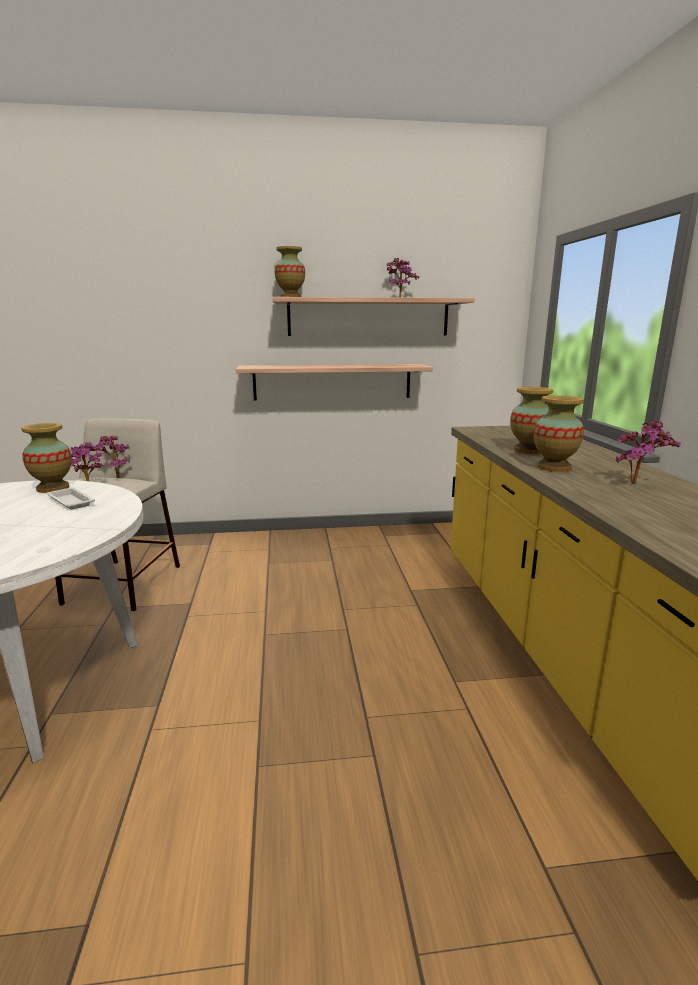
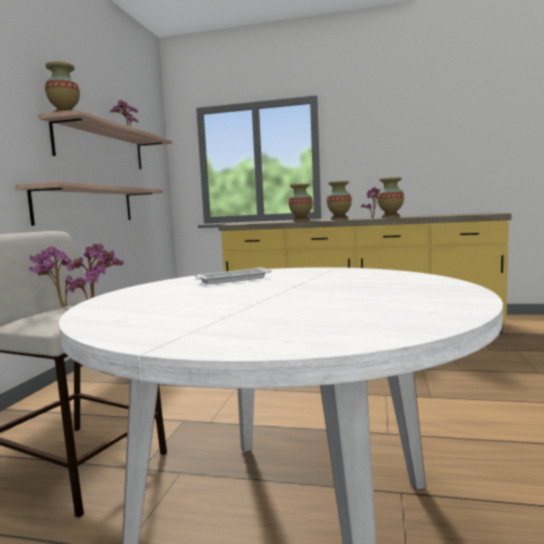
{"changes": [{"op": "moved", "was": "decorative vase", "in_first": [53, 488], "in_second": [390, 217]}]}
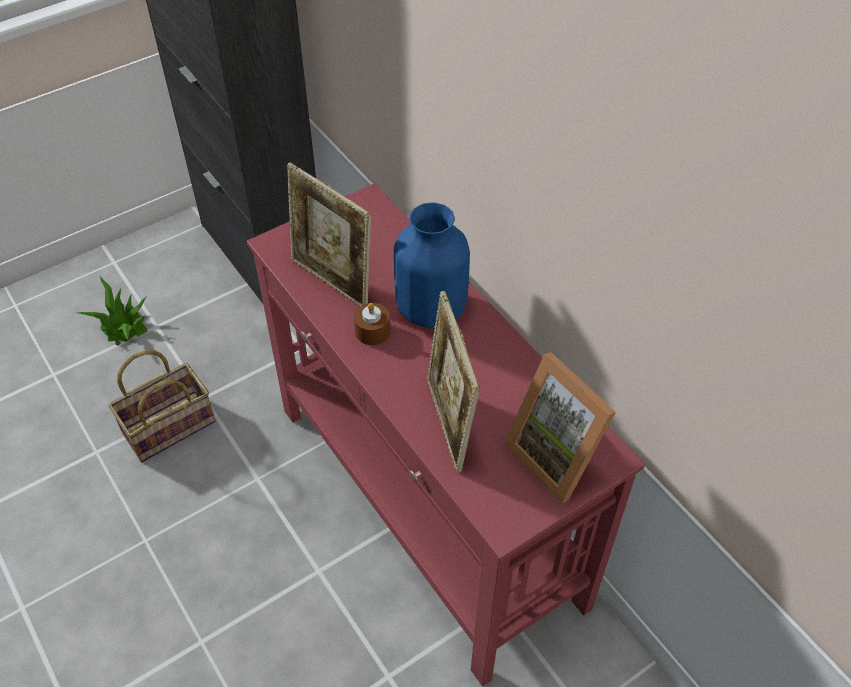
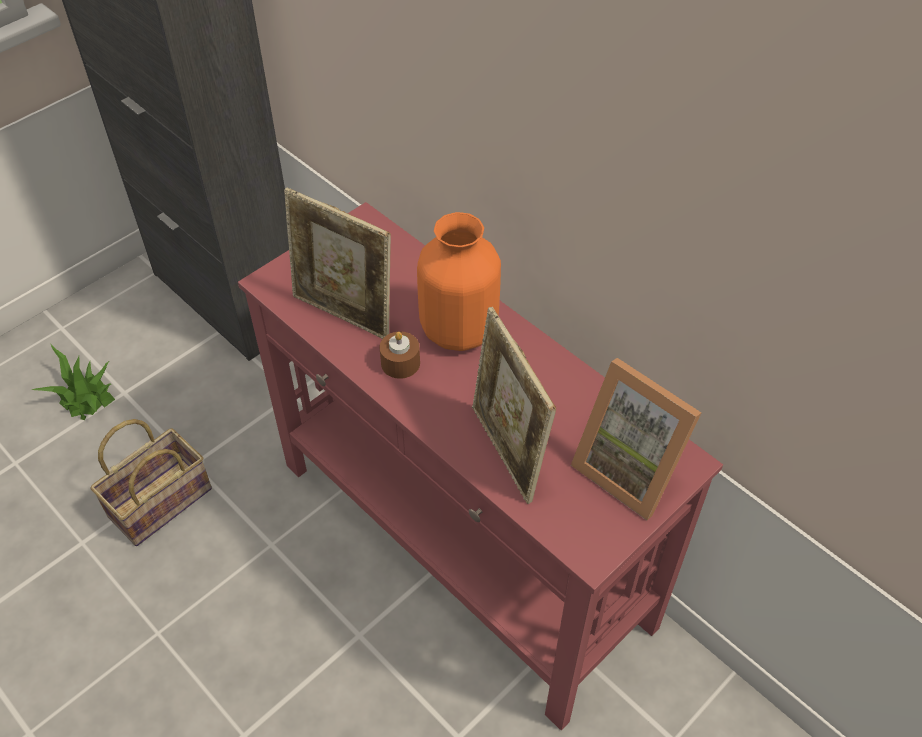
{"changes": [{"op": "recoloured", "was": "blue decorative vase", "now": "orangey decorative vase", "in_first": [431, 308], "in_second": [458, 329]}]}
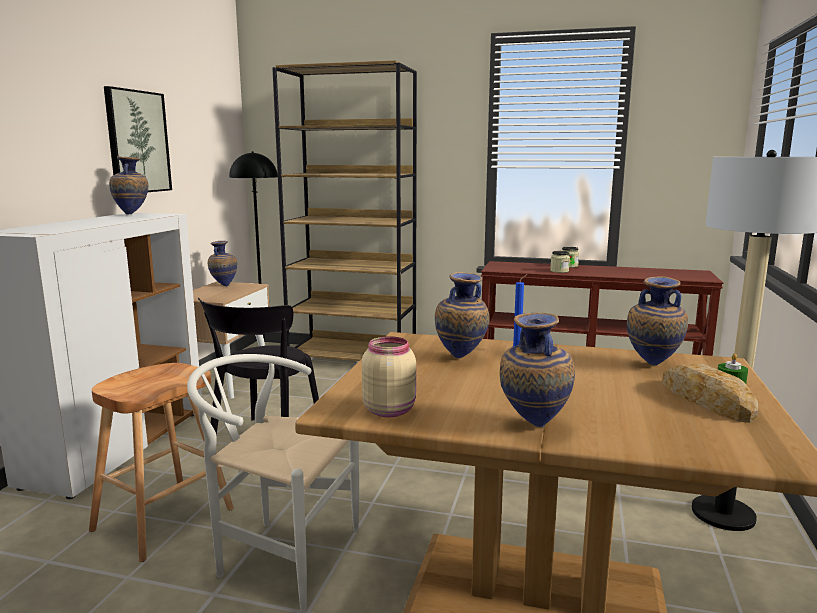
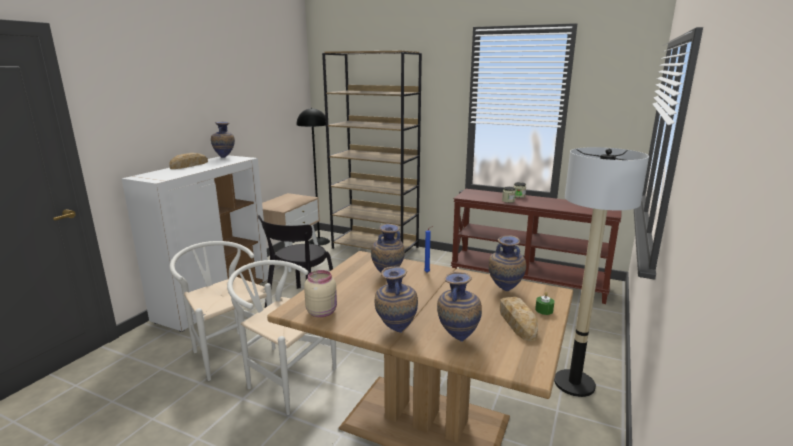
{"changes": [{"op": "added", "now": "baked bread", "in_second": [189, 165]}, {"op": "replaced", "was": "brown stool seat", "now": "whitish chair", "in_first": [163, 520], "in_second": [227, 350]}, {"op": "moved", "was": "decorative vase", "in_first": [223, 286], "in_second": [457, 339]}, {"op": "removed", "was": "wall art", "in_first": [137, 142]}]}
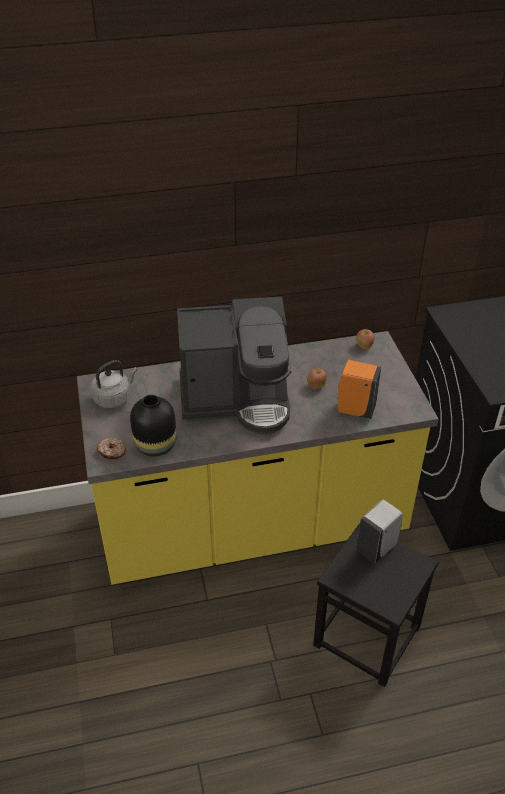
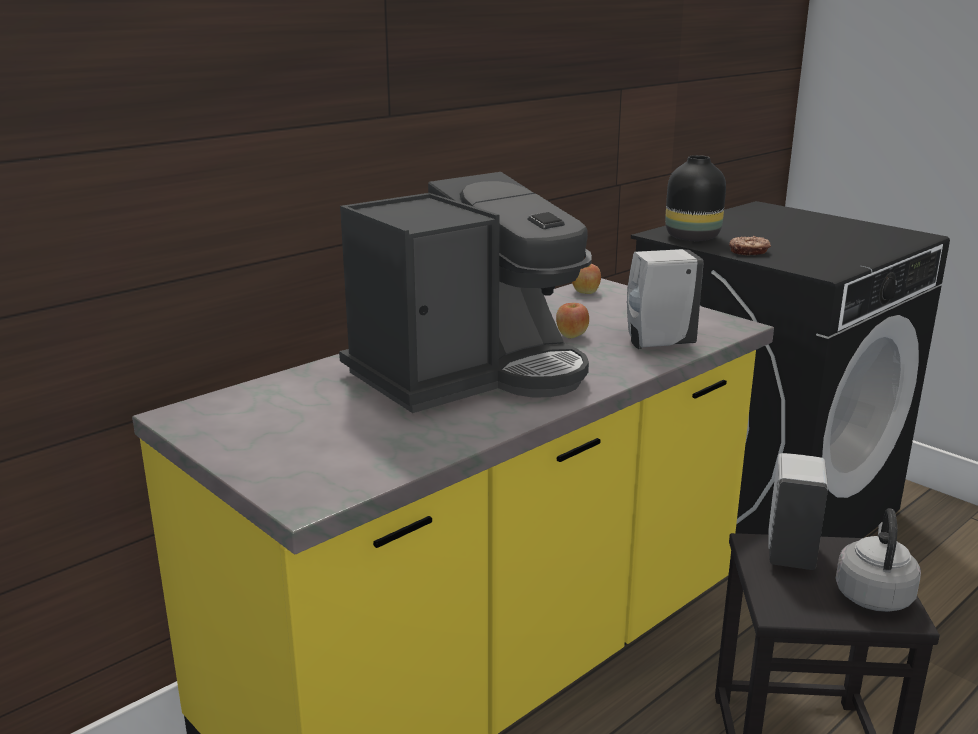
{"changes": [{"op": "recoloured", "was": "orangey liquid soap bottle", "now": "whitish liquid soap bottle", "in_first": [354, 410], "in_second": [657, 344]}, {"op": "moved", "was": "black decorative vase", "in_first": [156, 446], "in_second": [694, 237]}, {"op": "moved", "was": "donut", "in_first": [112, 452], "in_second": [749, 252]}, {"op": "moved", "was": "gray tea kettle", "in_first": [114, 398], "in_second": [873, 594]}]}
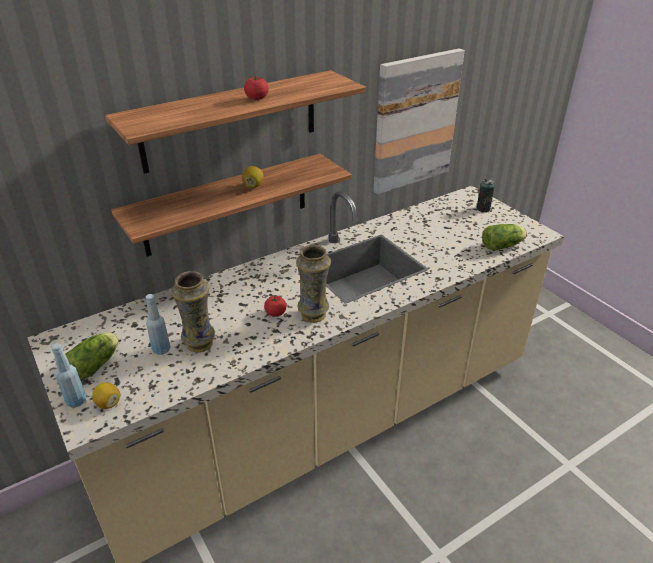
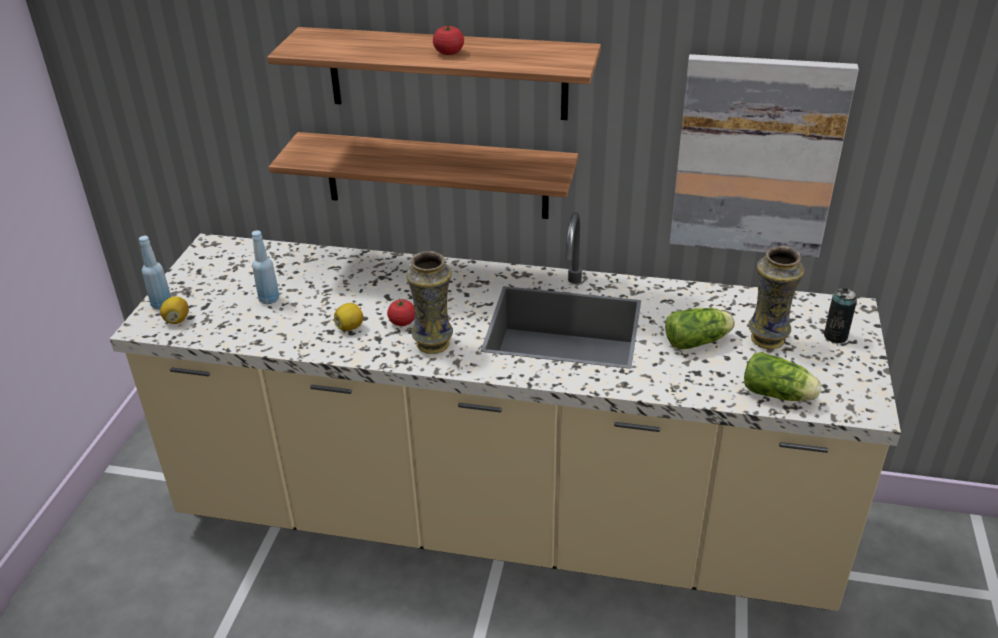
{"changes": [{"op": "moved", "was": "citrus fruit", "in_first": [253, 186], "in_second": [350, 327]}, {"op": "moved", "was": "head of lettuce", "in_first": [97, 364], "in_second": [699, 341]}, {"op": "moved", "was": "decorative vase", "in_first": [199, 344], "in_second": [767, 340]}]}
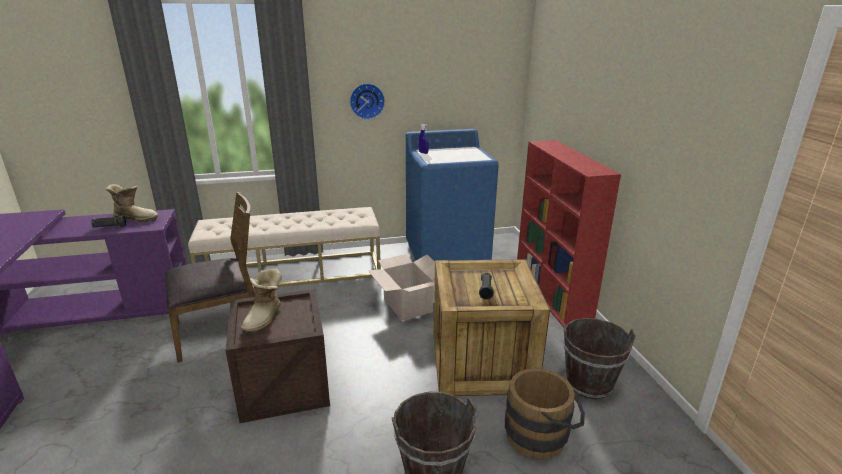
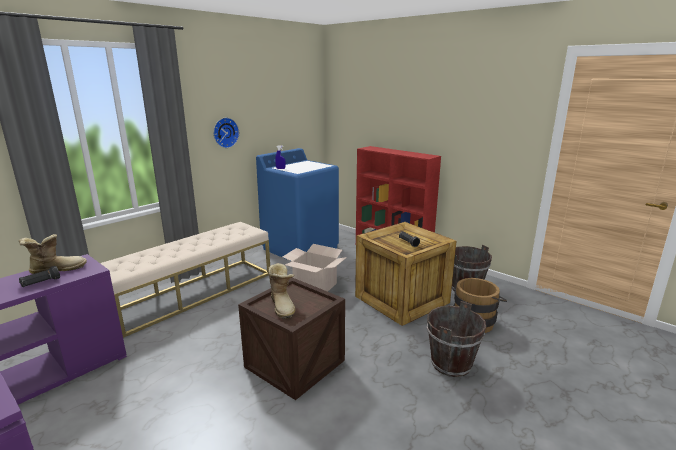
{"changes": [{"op": "removed", "was": "brown chair", "in_first": [221, 330]}]}
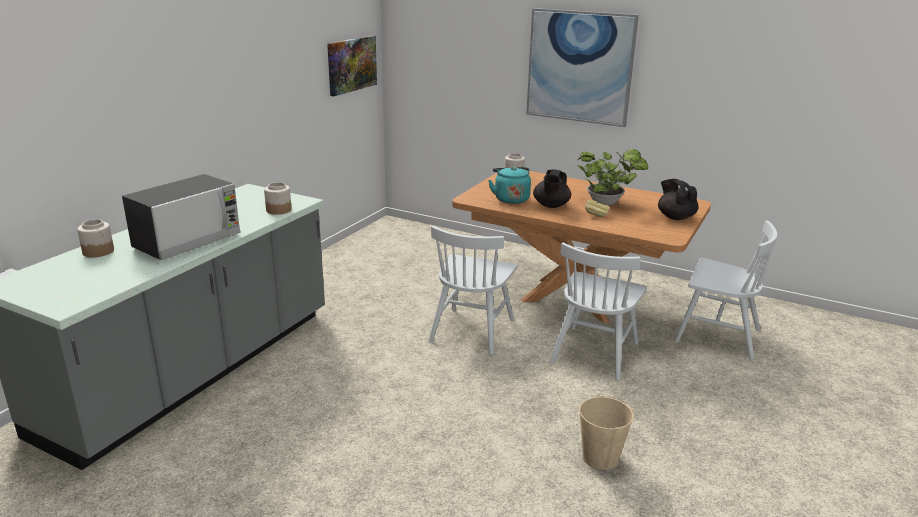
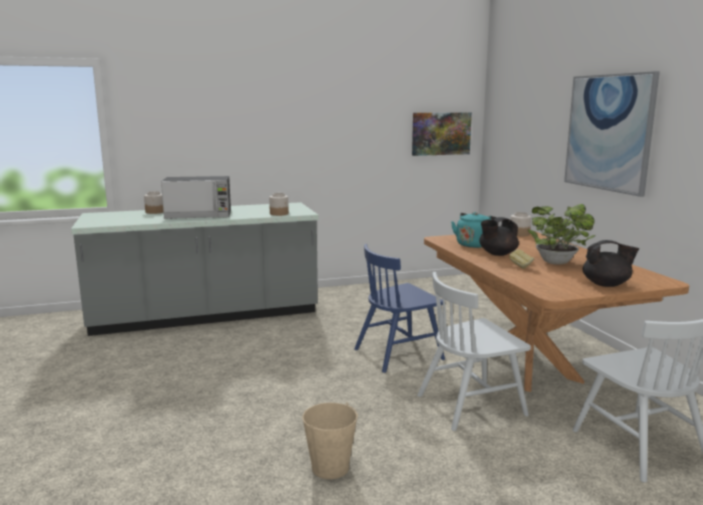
{"changes": [{"op": "recoloured", "was": "whitish chair", "now": "blue chair", "in_first": [471, 330], "in_second": [398, 354]}, {"op": "turned", "was": "black pot for tea", "in_first": [675, 217], "in_second": [606, 284], "clockwise": 75}]}
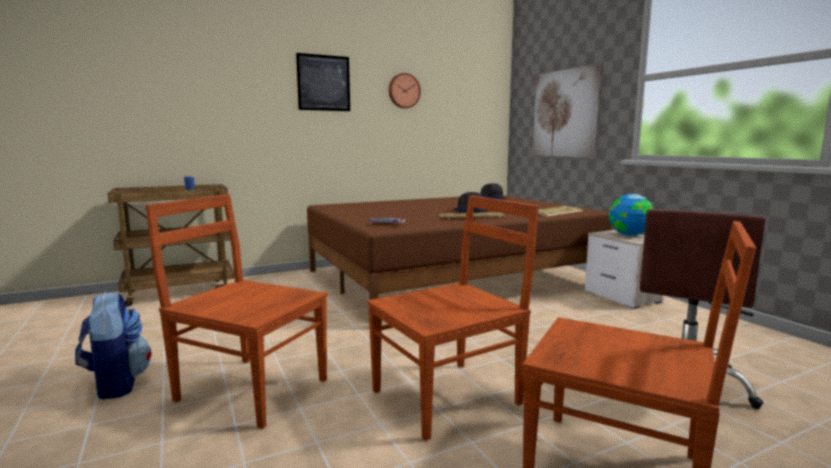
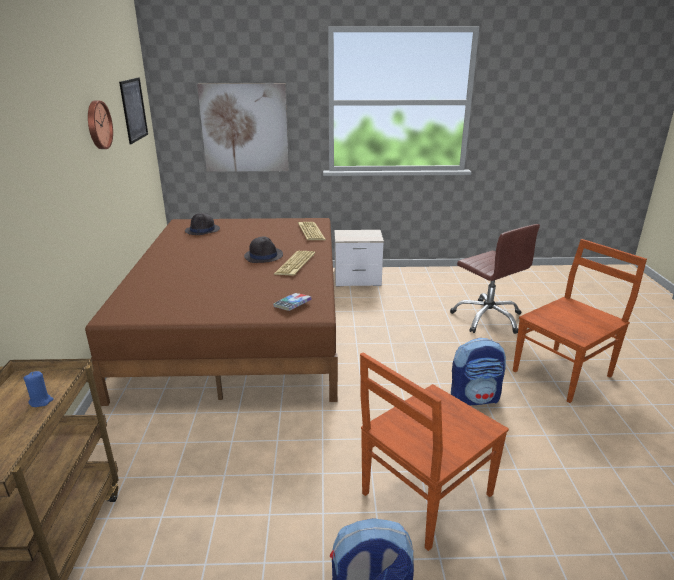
{"changes": [{"op": "moved", "was": "wall art", "in_first": [323, 83], "in_second": [134, 110]}, {"op": "replaced", "was": "brown chair", "now": "knapsack", "in_first": [449, 396], "in_second": [475, 398]}, {"op": "removed", "was": "desk globe", "in_first": [629, 235]}]}
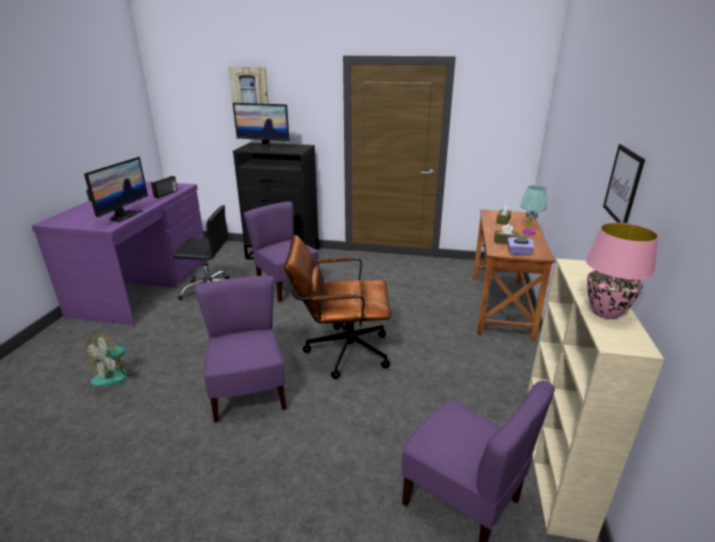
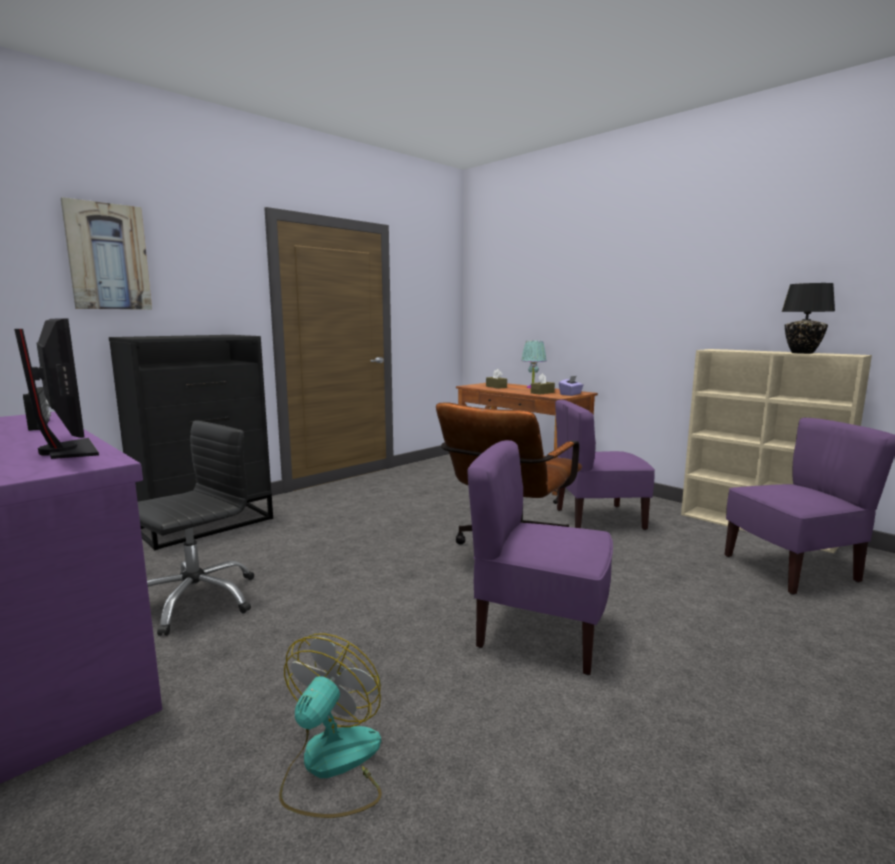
{"changes": [{"op": "turned", "was": "cooling fan", "in_first": [117, 374], "in_second": [331, 766], "clockwise": -135}, {"op": "moved", "was": "purplish chair", "in_first": [286, 286], "in_second": [598, 519]}, {"op": "recoloured", "was": "pink-coloured lamp for a table", "now": "black lamp for a table", "in_first": [605, 313], "in_second": [802, 353]}, {"op": "removed", "was": "monitor", "in_first": [264, 148]}, {"op": "removed", "was": "wall art", "in_first": [623, 185]}]}
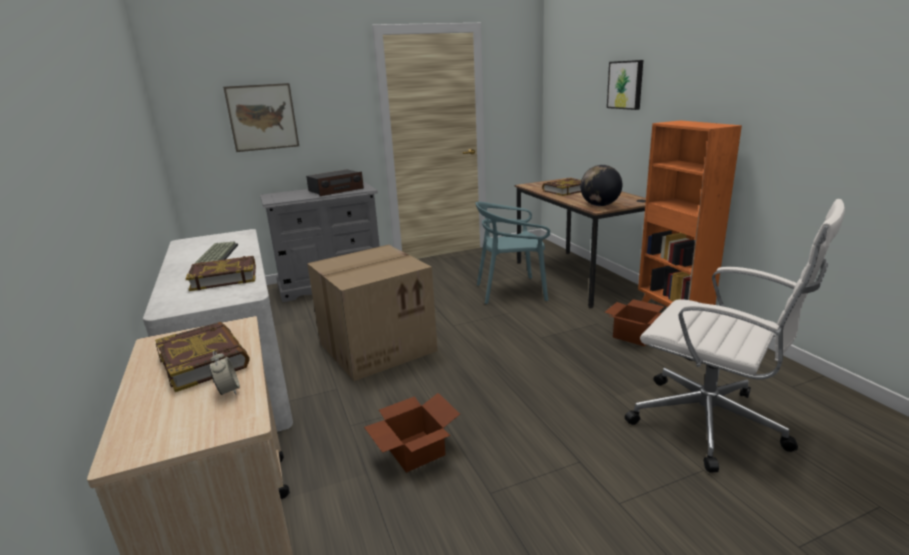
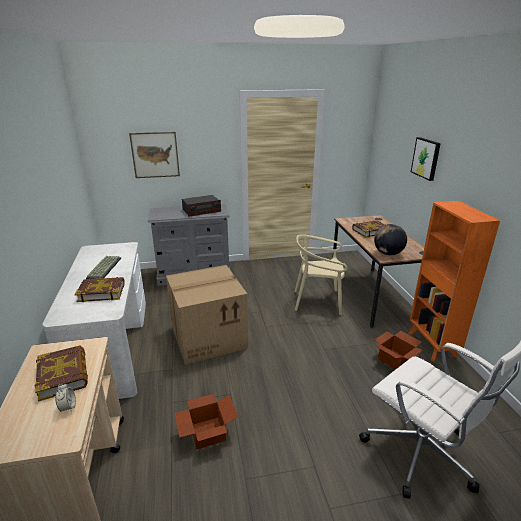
{"changes": [{"op": "recoloured", "was": "turquoise chair", "now": "sand-coloured chair", "in_first": [511, 291], "in_second": [317, 301]}]}
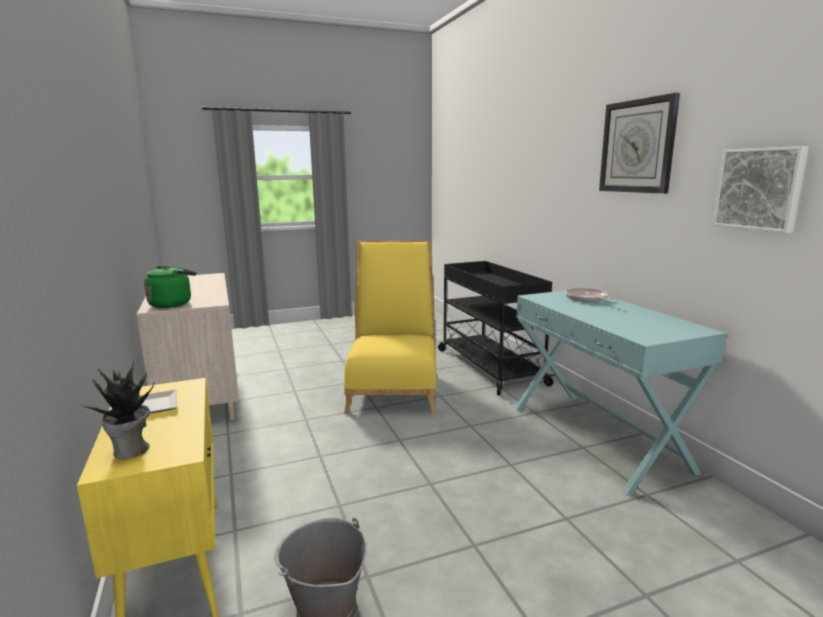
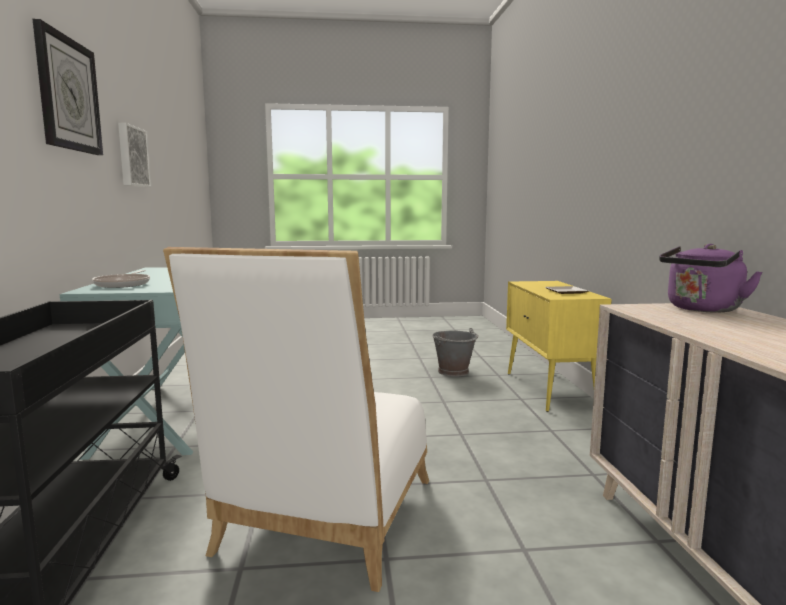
{"changes": [{"op": "recoloured", "was": "yellow-coloured chair", "now": "whitish chair", "in_first": [393, 388], "in_second": [323, 523]}, {"op": "recoloured", "was": "green tea kettle", "now": "purplish tea kettle", "in_first": [173, 304], "in_second": [701, 309]}, {"op": "removed", "was": "potted plant", "in_first": [131, 450]}]}
